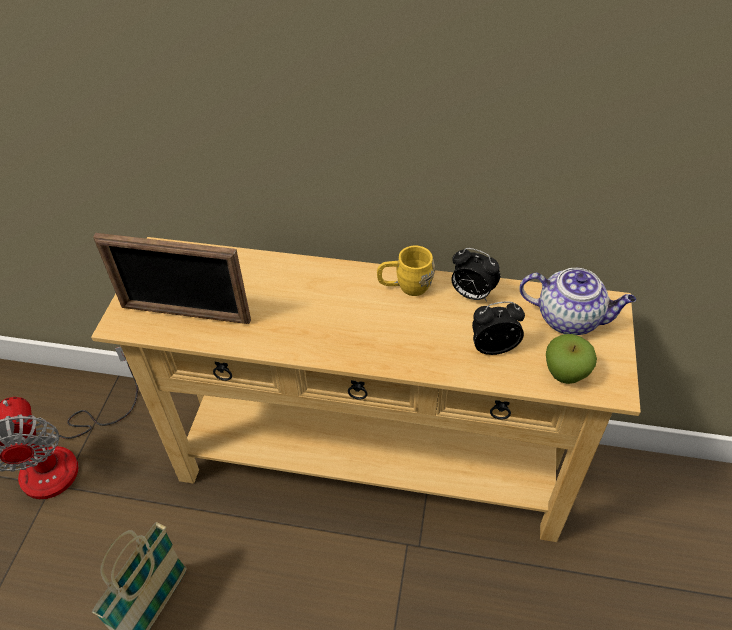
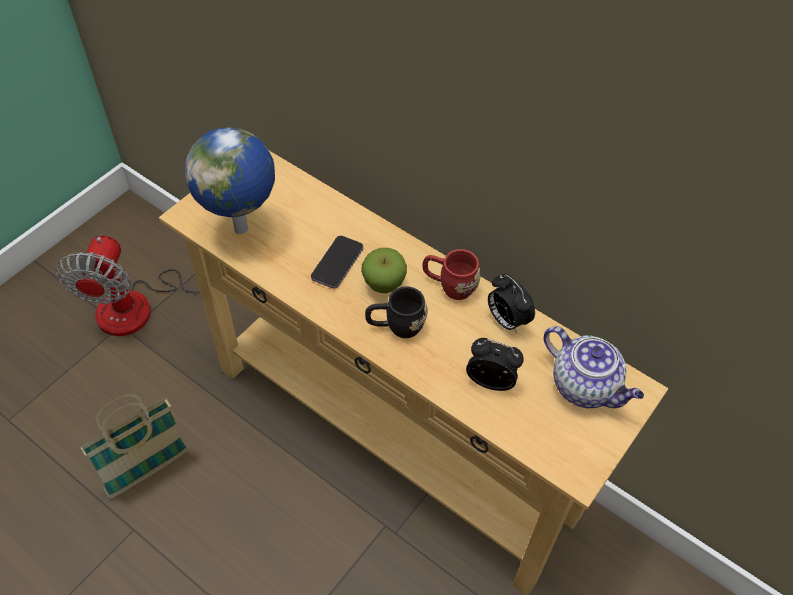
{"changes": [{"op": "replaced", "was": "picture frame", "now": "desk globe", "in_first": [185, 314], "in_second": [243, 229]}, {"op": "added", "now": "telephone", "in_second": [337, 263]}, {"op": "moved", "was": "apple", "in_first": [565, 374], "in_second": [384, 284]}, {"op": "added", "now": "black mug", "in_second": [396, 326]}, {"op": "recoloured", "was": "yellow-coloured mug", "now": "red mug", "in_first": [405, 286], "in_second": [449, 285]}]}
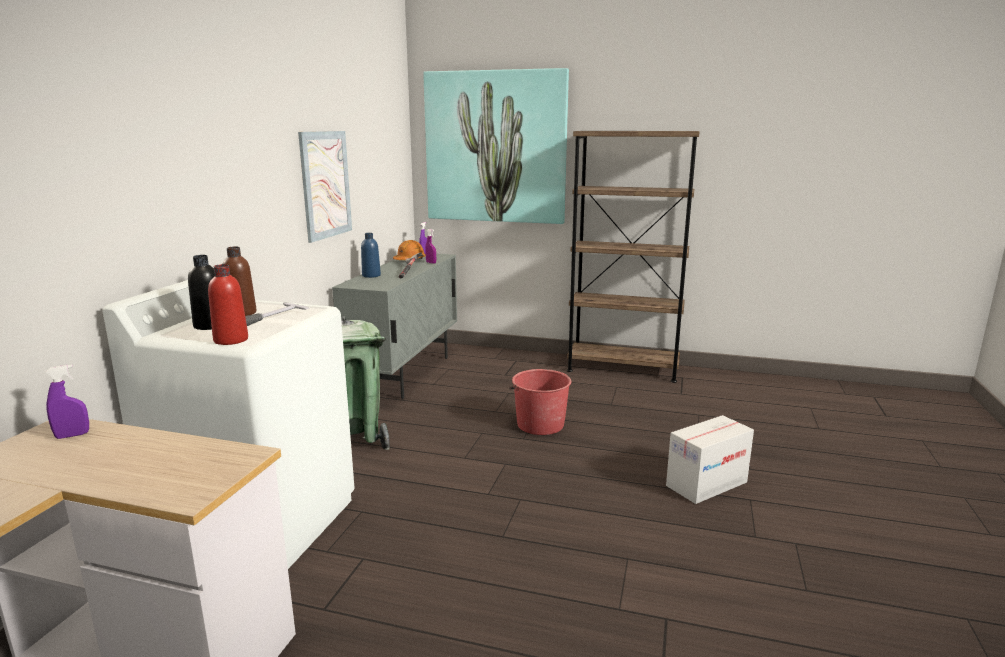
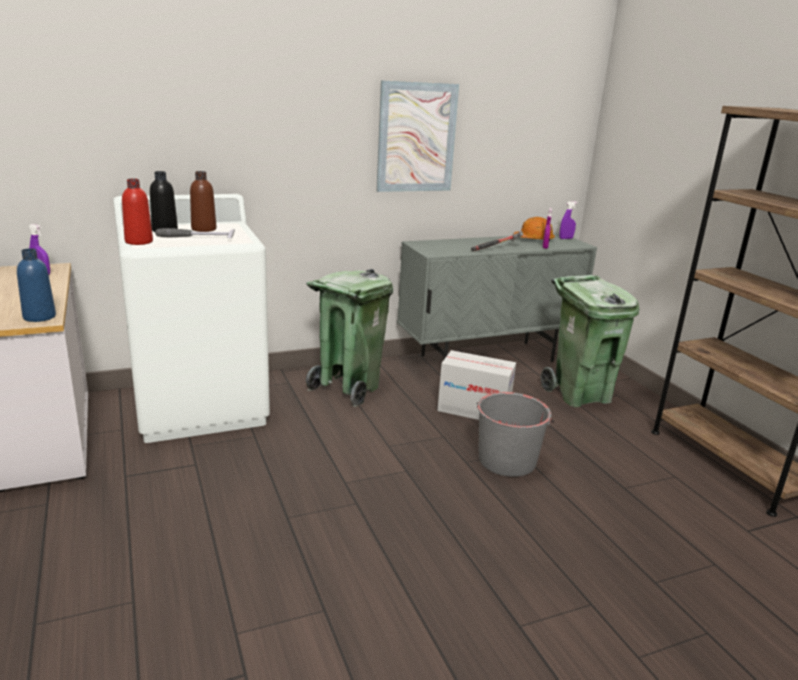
{"changes": [{"op": "moved", "was": "blue drink bottle", "in_first": [371, 275], "in_second": [39, 317]}, {"op": "moved", "was": "carton", "in_first": [706, 484], "in_second": [474, 410]}, {"op": "recoloured", "was": "red pail", "now": "gray pail", "in_first": [540, 424], "in_second": [507, 460]}, {"op": "added", "now": "green waste bin", "in_second": [579, 395]}, {"op": "removed", "was": "wall art", "in_first": [496, 147]}]}
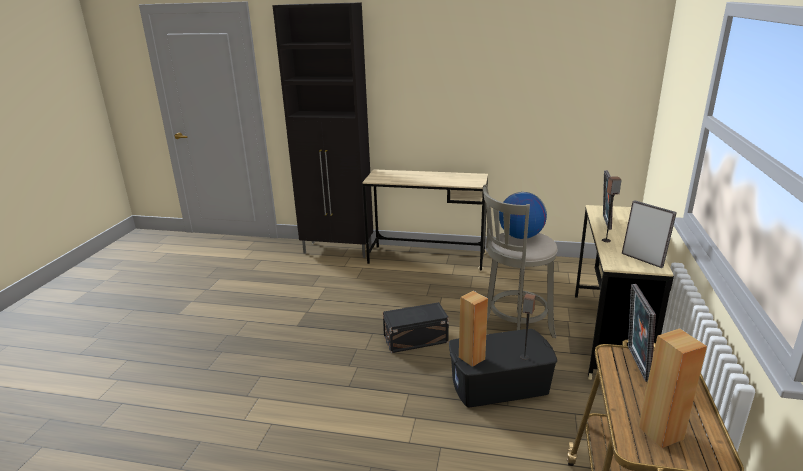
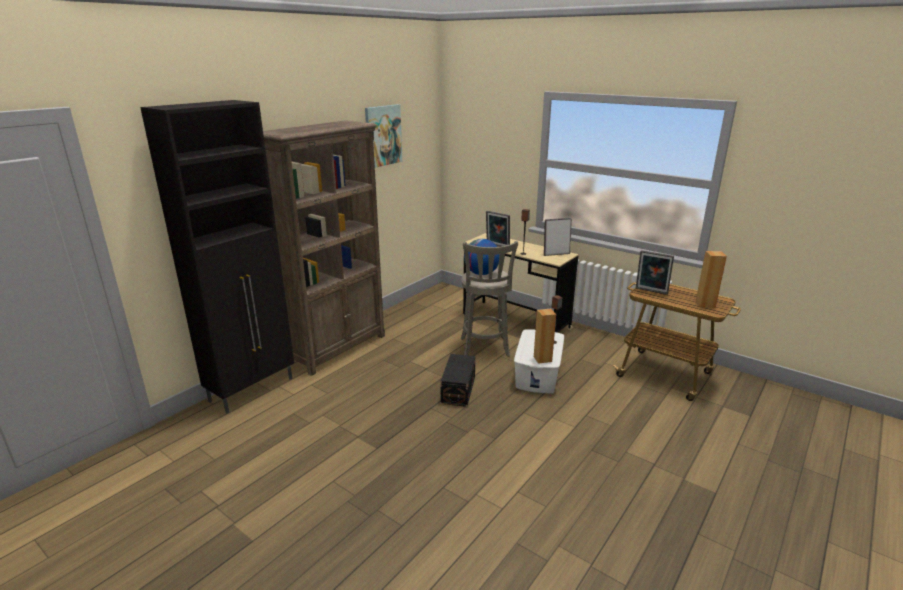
{"changes": [{"op": "replaced", "was": "sand-coloured desk unit", "now": "brown bookcase", "in_first": [427, 258], "in_second": [338, 348]}, {"op": "added", "now": "wall art", "in_second": [383, 135]}, {"op": "recoloured", "was": "black storage container", "now": "whitish storage container", "in_first": [500, 385], "in_second": [538, 374]}]}
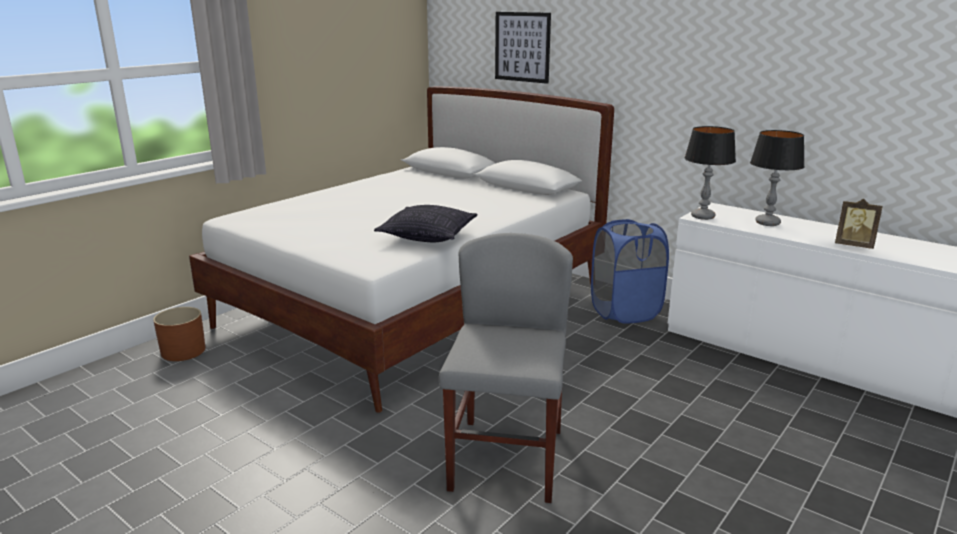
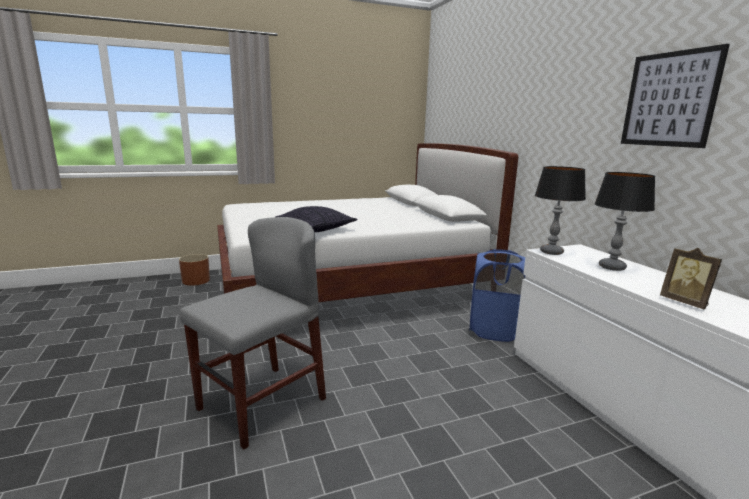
{"changes": [{"op": "moved", "was": "wall art", "in_first": [522, 47], "in_second": [669, 99]}]}
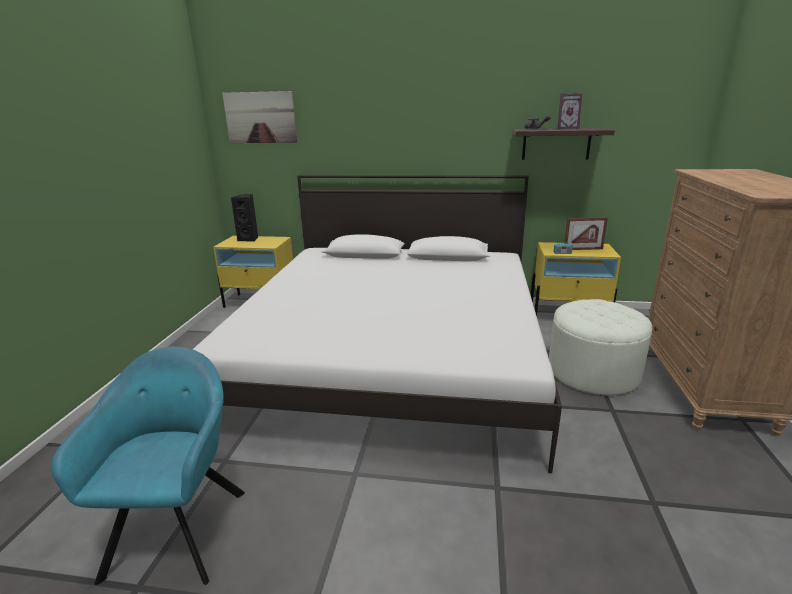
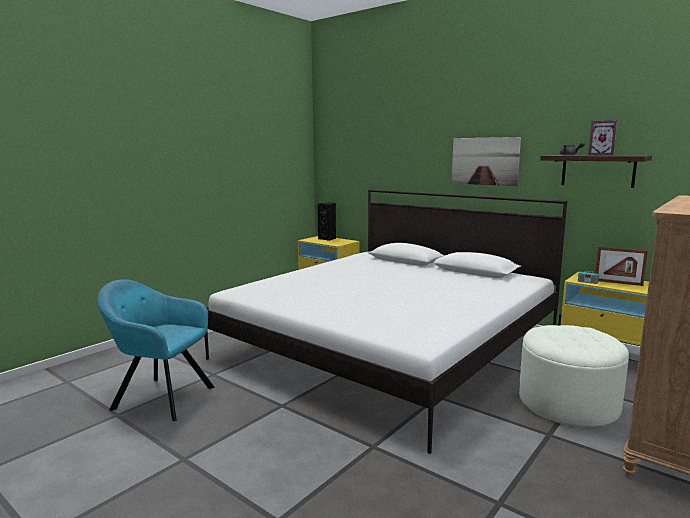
{"changes": [{"op": "turned", "was": "turquoise lounge chair", "in_first": [180, 527], "in_second": [160, 397], "clockwise": -105}, {"op": "moved", "was": "wall art", "in_first": [260, 117], "in_second": [485, 161]}]}
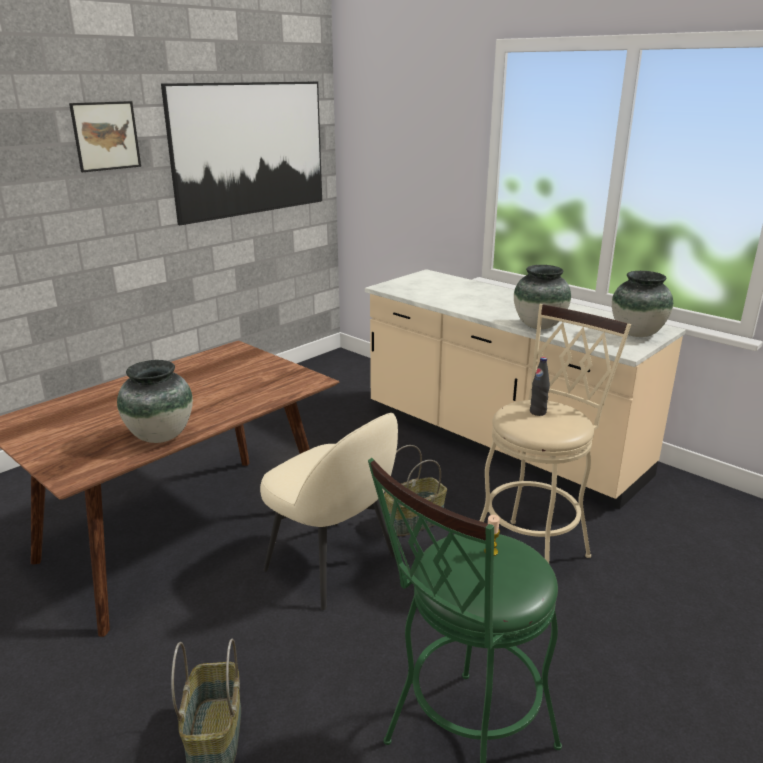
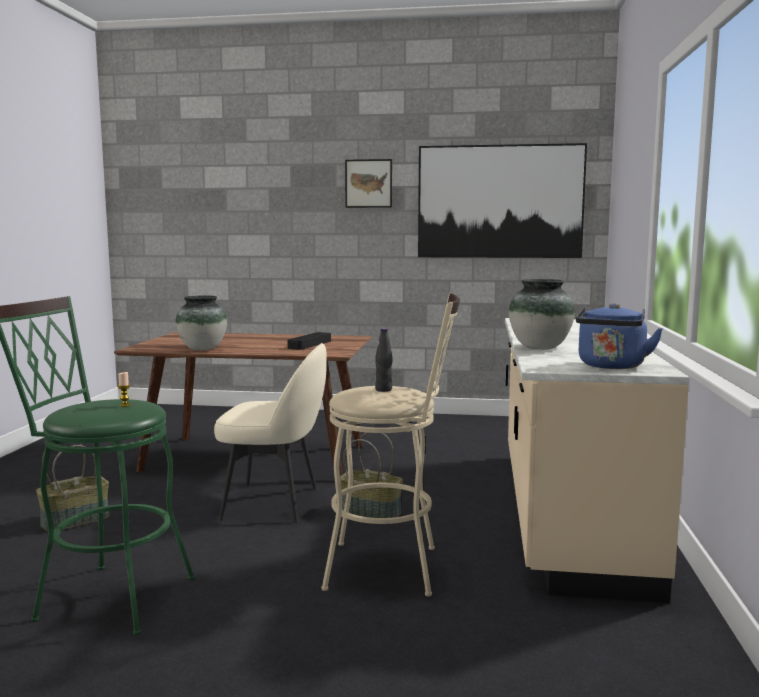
{"changes": [{"op": "turned", "was": "sand-coloured chair", "in_first": [333, 565], "in_second": [274, 503], "clockwise": -90}, {"op": "added", "now": "black serving tray", "in_second": [310, 344]}, {"op": "replaced", "was": "decorative vase", "now": "blue tea kettle", "in_first": [637, 334], "in_second": [611, 366]}]}
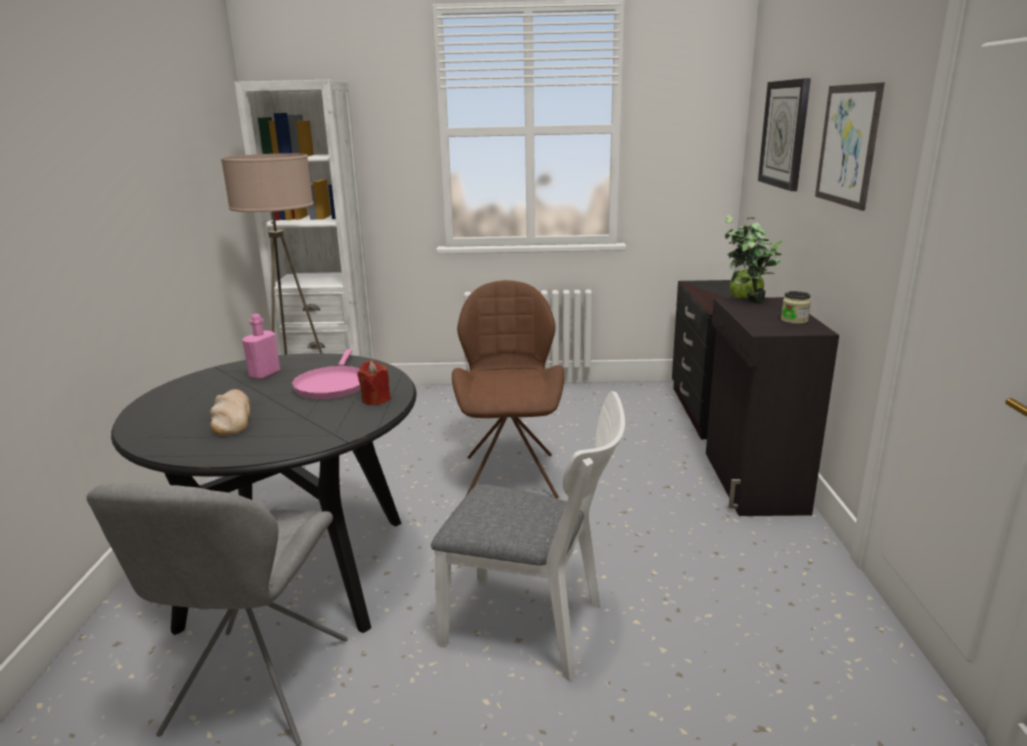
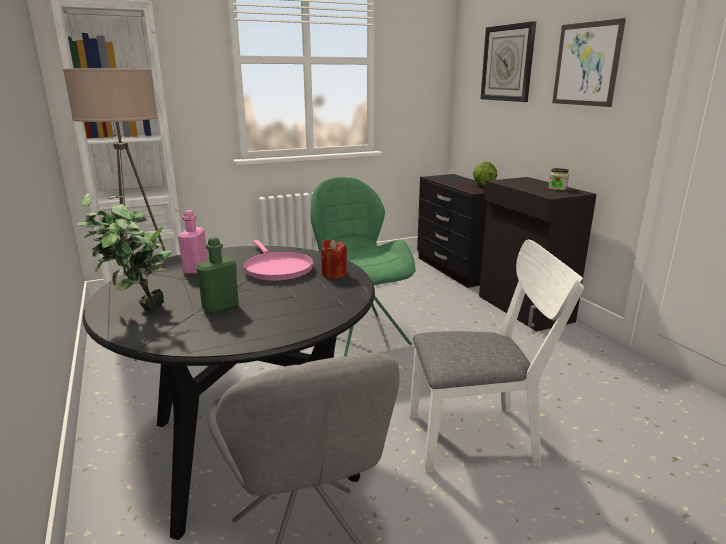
{"changes": [{"op": "moved", "was": "potted plant", "in_first": [745, 302], "in_second": [137, 311]}, {"op": "replaced", "was": "baked bread", "now": "green drink bottle", "in_first": [231, 417], "in_second": [220, 307]}, {"op": "recoloured", "was": "brown chair", "now": "green chair", "in_first": [510, 474], "in_second": [360, 335]}]}
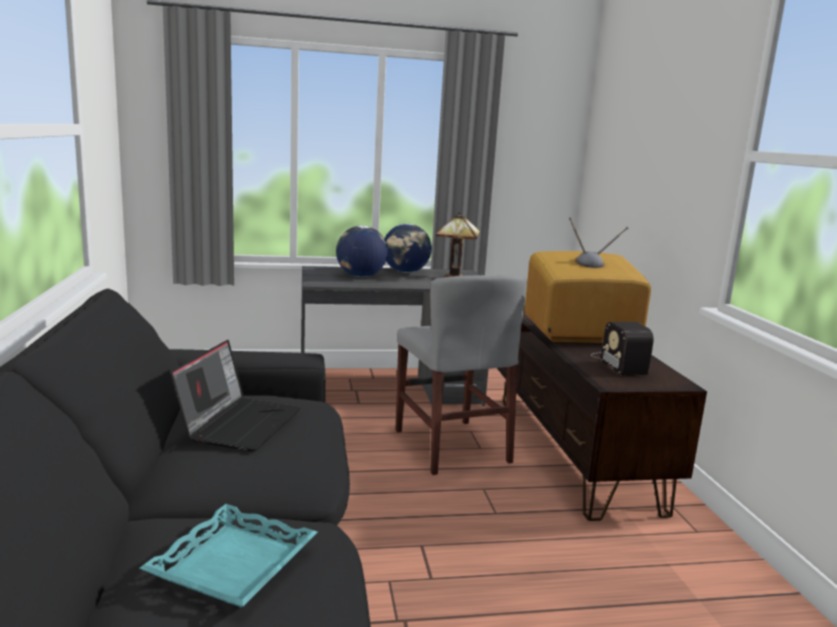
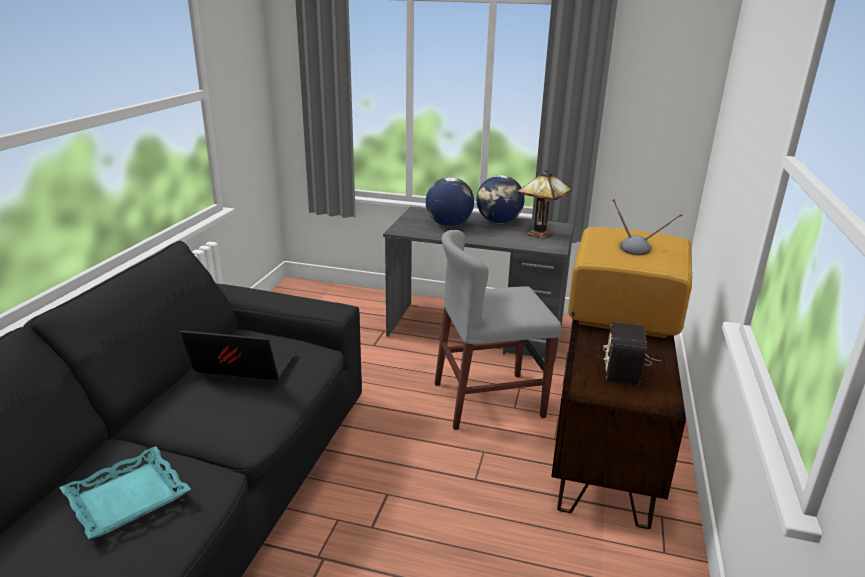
{"changes": [{"op": "turned", "was": "laptop", "in_first": [240, 423], "in_second": [242, 367], "clockwise": -120}, {"op": "turned", "was": "gray chair", "in_first": [451, 446], "in_second": [488, 400], "clockwise": 75}]}
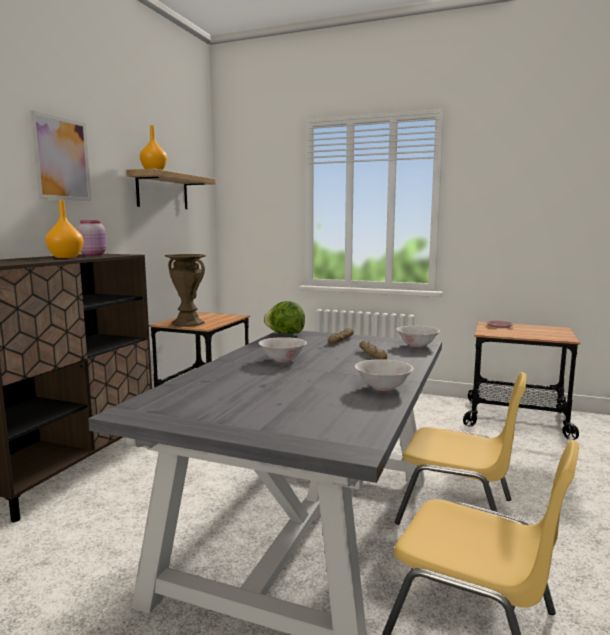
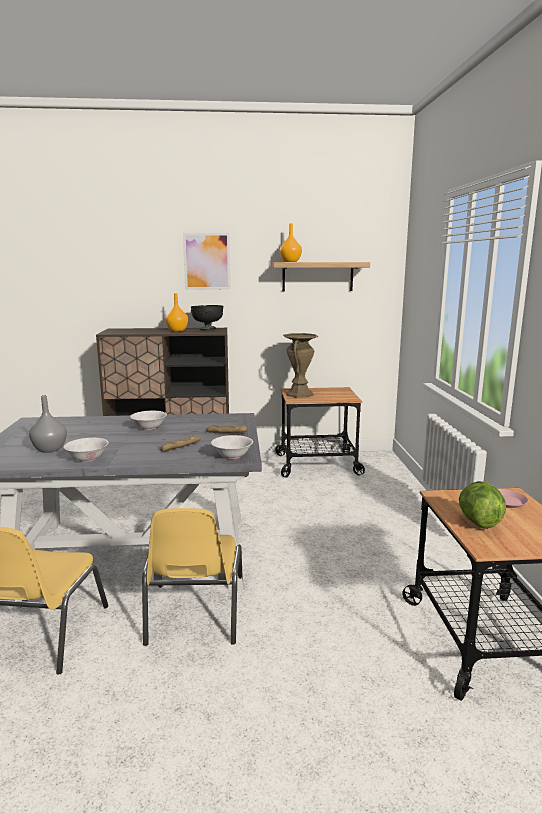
{"changes": [{"op": "added", "now": "gray decorative vase", "in_second": [50, 449]}, {"op": "replaced", "was": "pink-coloured jar", "now": "black serving bowl", "in_first": [93, 254], "in_second": [207, 329]}, {"op": "moved", "was": "head of lettuce", "in_first": [285, 333], "in_second": [478, 522]}]}
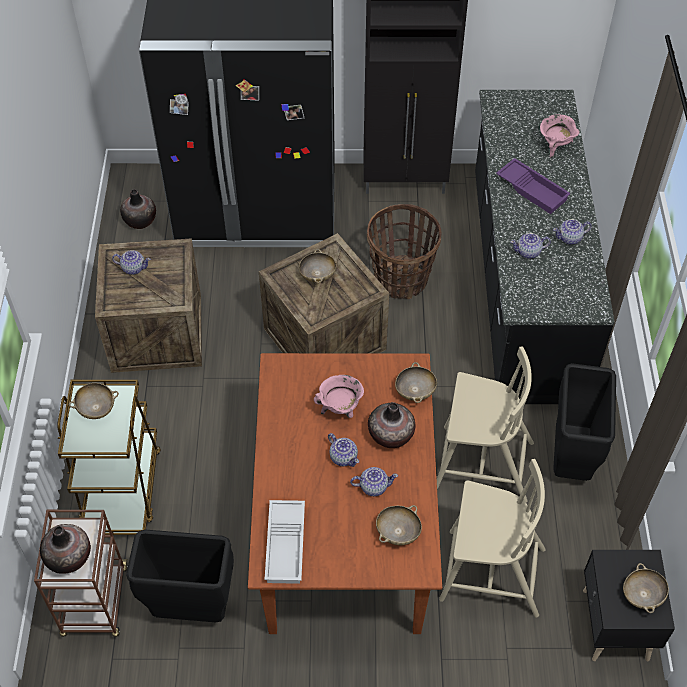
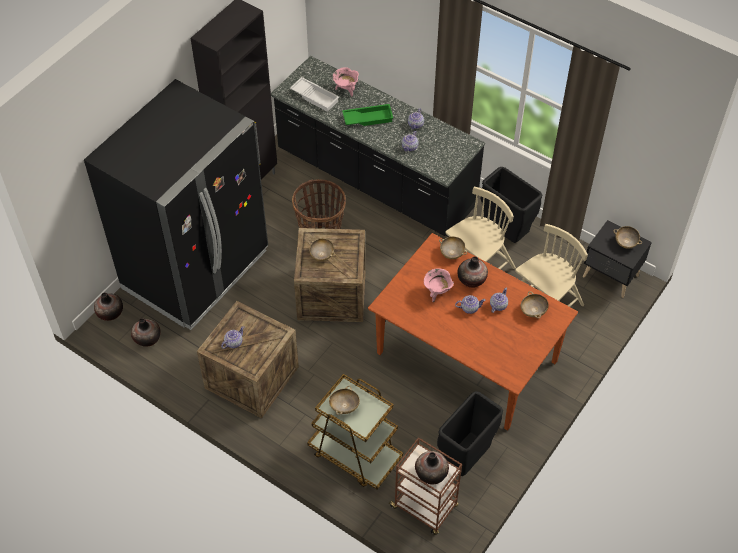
{"changes": [{"op": "added", "now": "decorative vase", "in_second": [110, 313]}, {"op": "moved", "was": "whitish serving tray", "in_first": [286, 545], "in_second": [315, 96]}, {"op": "recoloured", "was": "purplish serving tray", "now": "green serving tray", "in_first": [533, 189], "in_second": [368, 118]}]}
